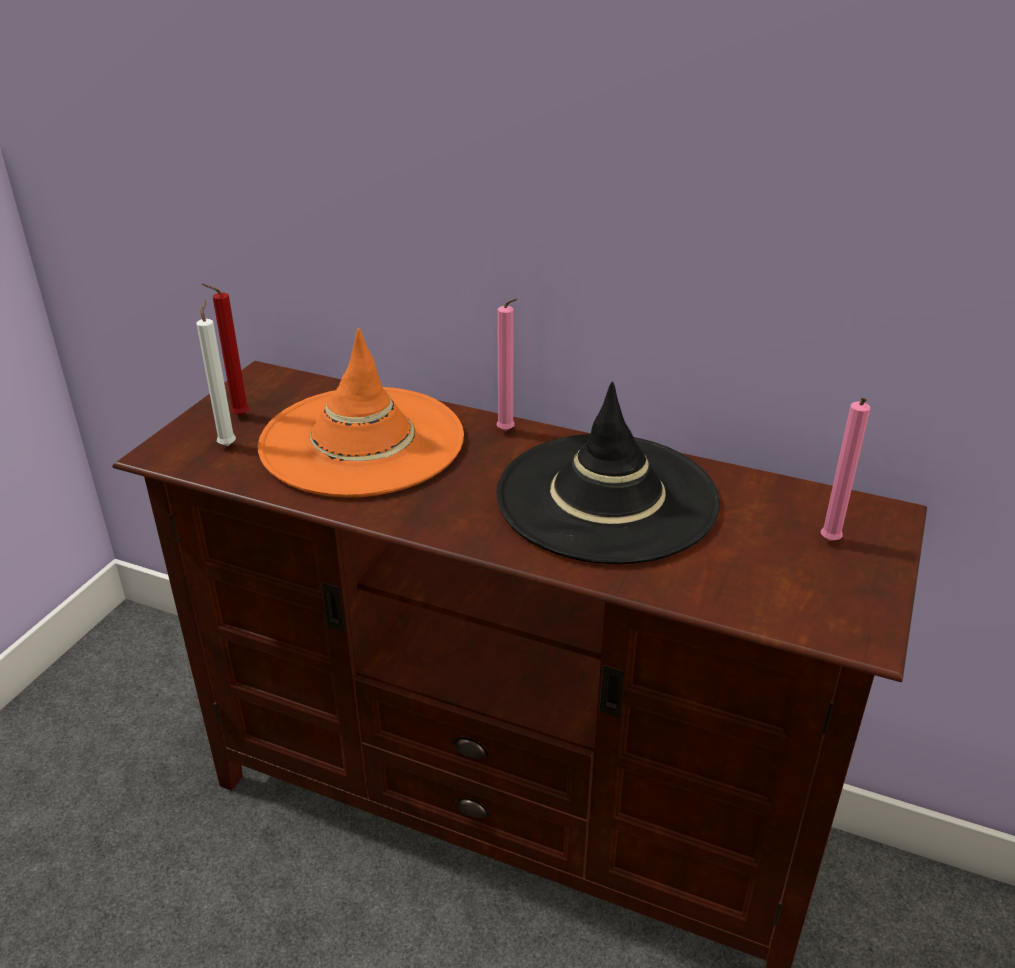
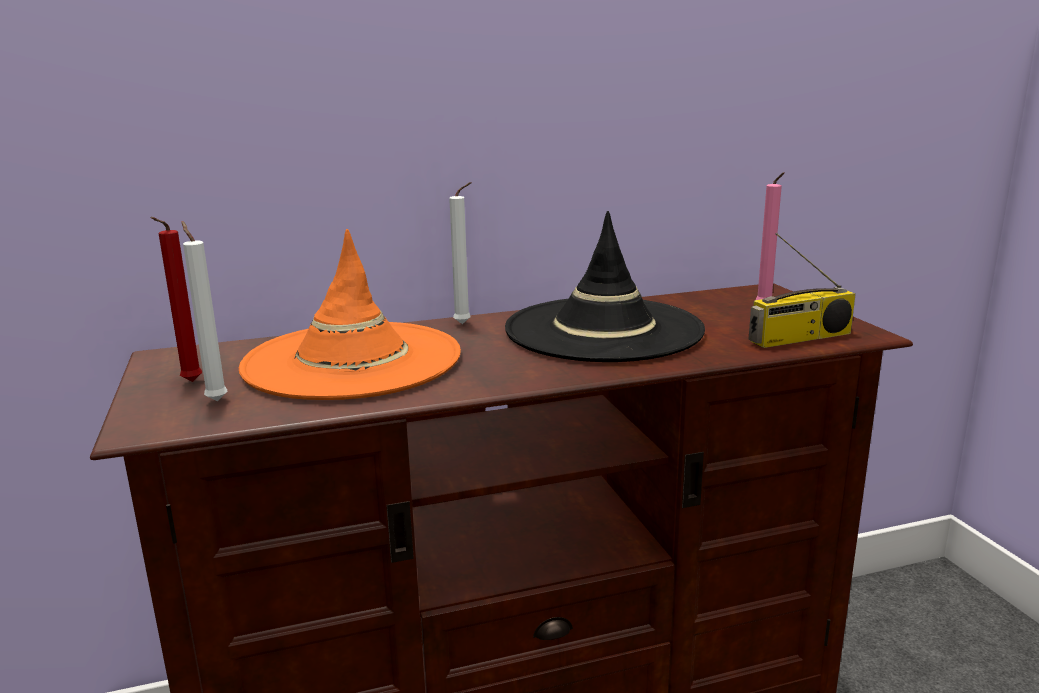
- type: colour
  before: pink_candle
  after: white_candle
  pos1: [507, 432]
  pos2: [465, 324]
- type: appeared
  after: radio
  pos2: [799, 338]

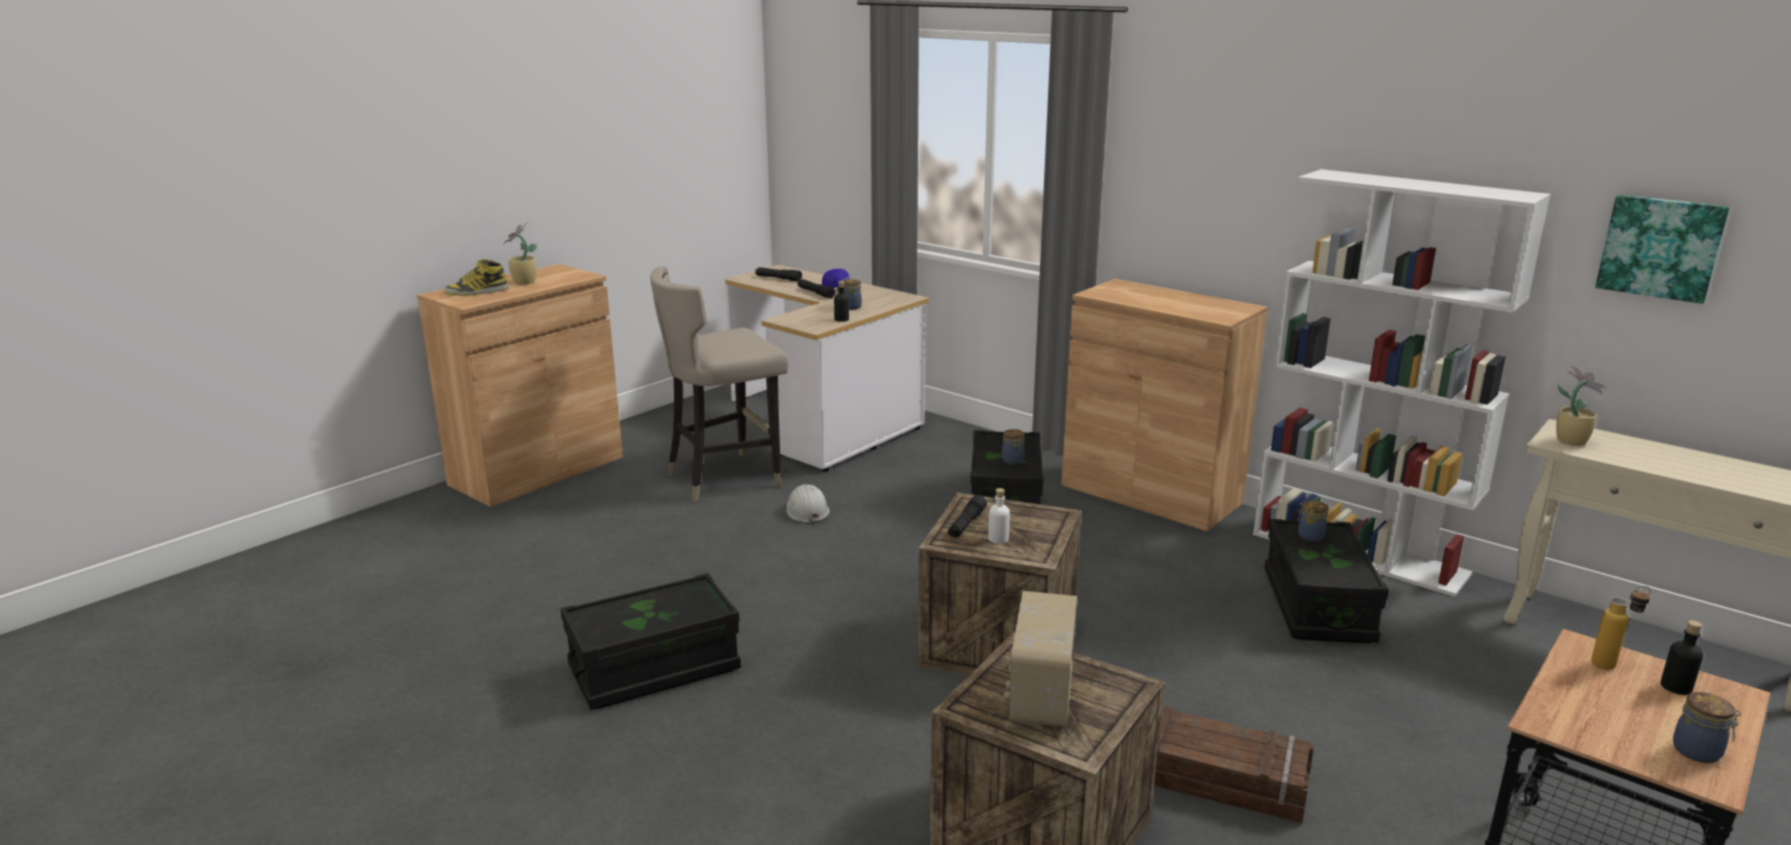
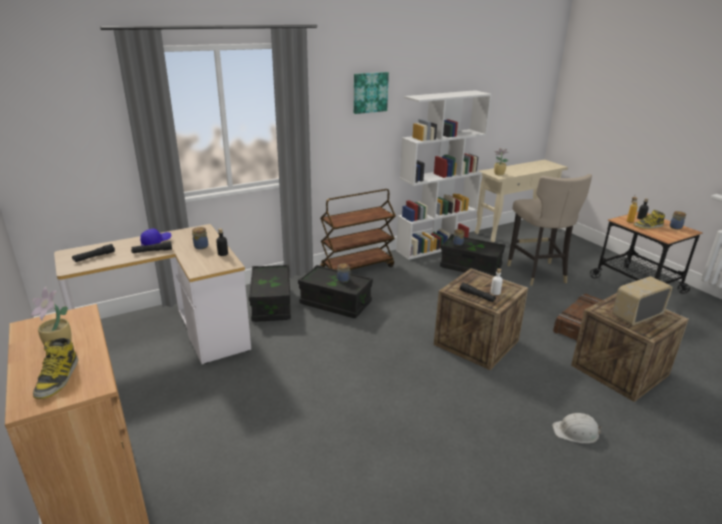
- type: relocated
  before: picture
  pos1: [1661, 247]
  pos2: [370, 92]
- type: relocated
  before: beige_stool
  pos1: [724, 478]
  pos2: [537, 273]
- type: exchanged
  before: brown_cabinet
  after: brown_cart
  pos1: [1151, 494]
  pos2: [357, 267]
- type: relocated
  before: white_hard_hat
  pos1: [806, 510]
  pos2: [576, 432]
- type: relocated
  before: black_storage_box
  pos1: [654, 669]
  pos2: [271, 304]
- type: spun
  before: radio
  pos1: [1039, 695]
  pos2: [636, 316]
  turn: 120
- type: appeared
  after: boot
  pos2: [648, 226]

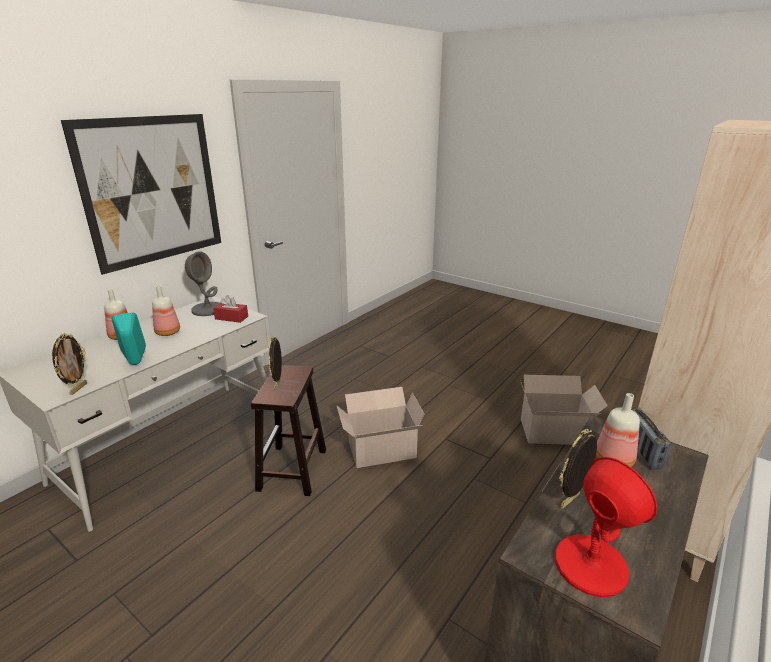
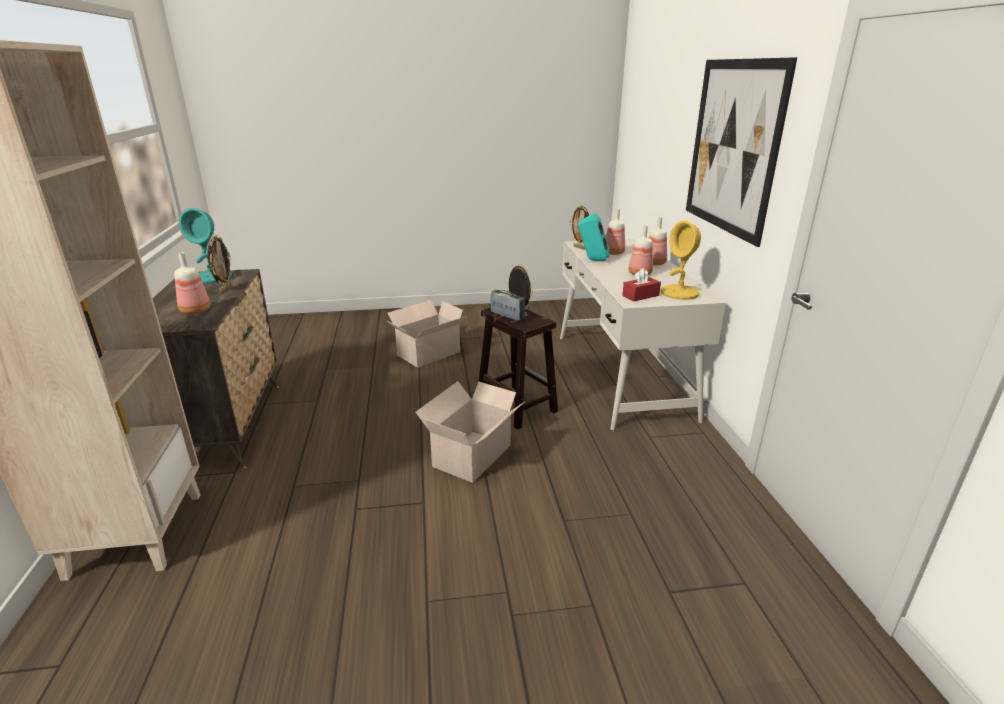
- type: colour
  before: grey_table_lamp
  after: yellow_table_lamp
  pos1: [208, 309]
  pos2: [680, 293]
- type: relocated
  before: cardboard_box
  pos1: [555, 432]
  pos2: [427, 354]
- type: relocated
  before: radio
  pos1: [641, 451]
  pos2: [507, 316]
- type: colour
  before: red_table_lamp
  after: turquoise_table_lamp
  pos1: [590, 565]
  pos2: [212, 277]
- type: appeared
  after: bottle
  pos2: [613, 253]

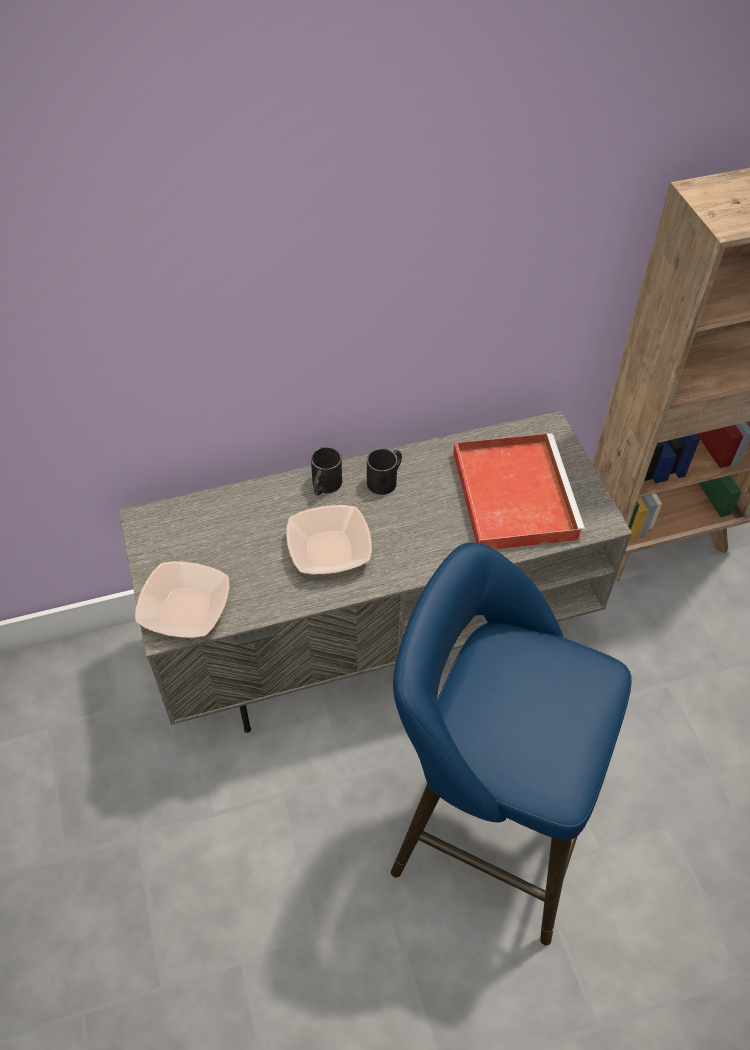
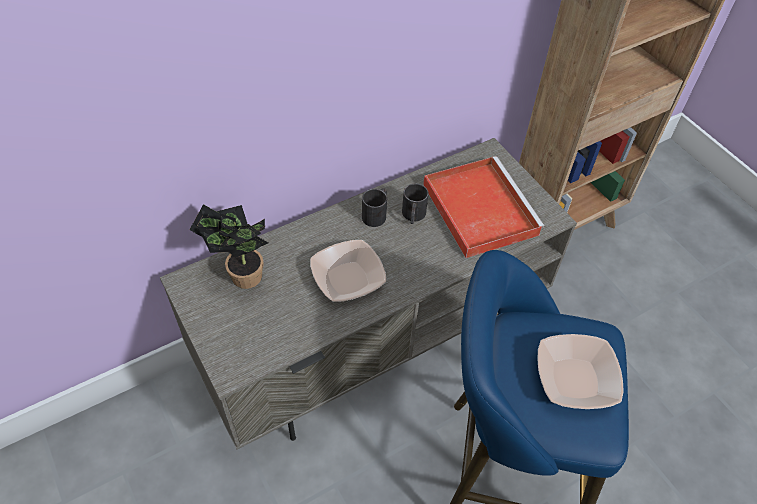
- type: relocated
  before: black_mug
  pos1: [324, 486]
  pos2: [413, 216]
- type: relocated
  before: bowl
  pos1: [185, 609]
  pos2: [575, 379]
- type: appeared
  after: potted_plant
  pos2: [241, 276]

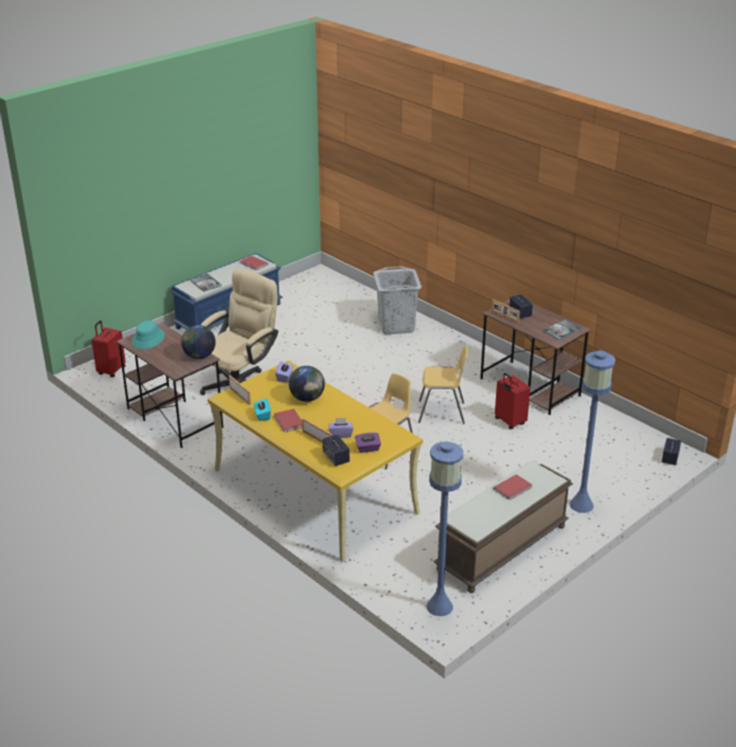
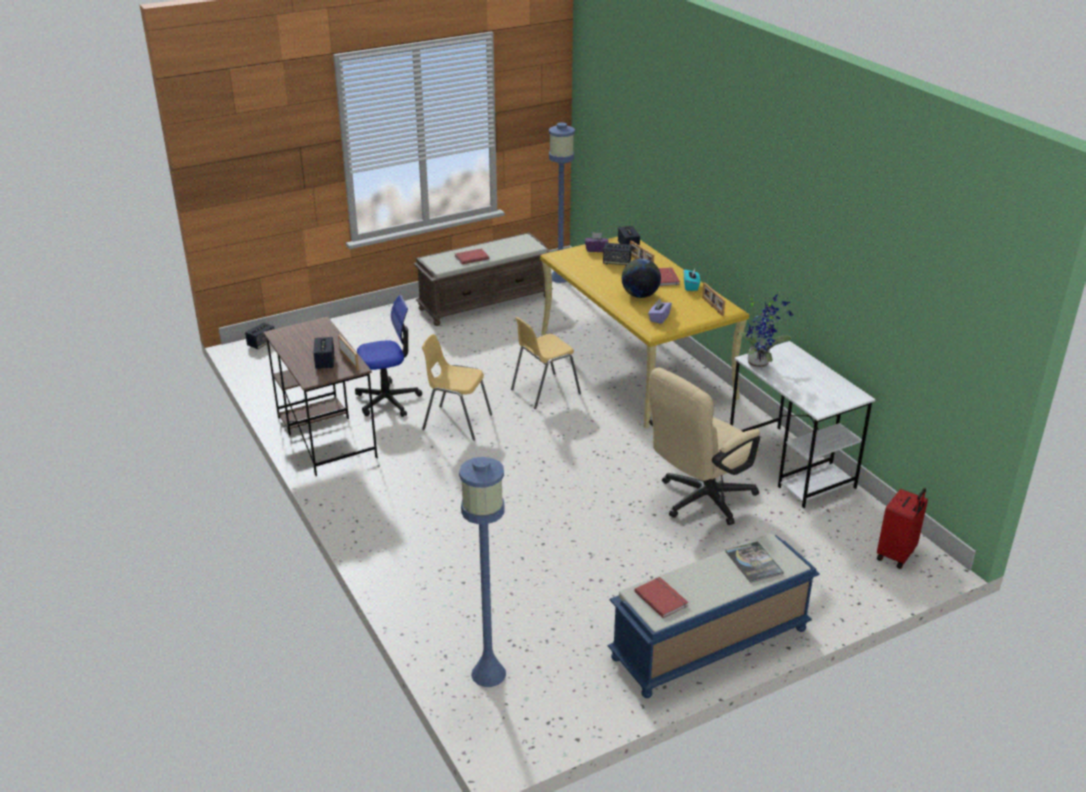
- type: missing
  before: grey_laundry_basket
  pos1: [396, 326]
- type: missing
  before: book
  pos1: [562, 330]
- type: missing
  before: turquoise_hat
  pos1: [148, 339]
- type: colour
  before: brown_desk
  after: white_desk
  pos1: [174, 417]
  pos2: [791, 466]
- type: exchanged
  before: globe
  after: potted_plant
  pos1: [199, 356]
  pos2: [760, 363]
- type: relocated
  before: blue_floor_lamp
  pos1: [581, 505]
  pos2: [489, 674]
- type: exchanged
  before: red_suitcase
  after: office_chair
  pos1: [509, 422]
  pos2: [388, 400]
- type: exchanged
  before: purple_tissue_box
  after: speaker
  pos1: [341, 434]
  pos2: [617, 262]

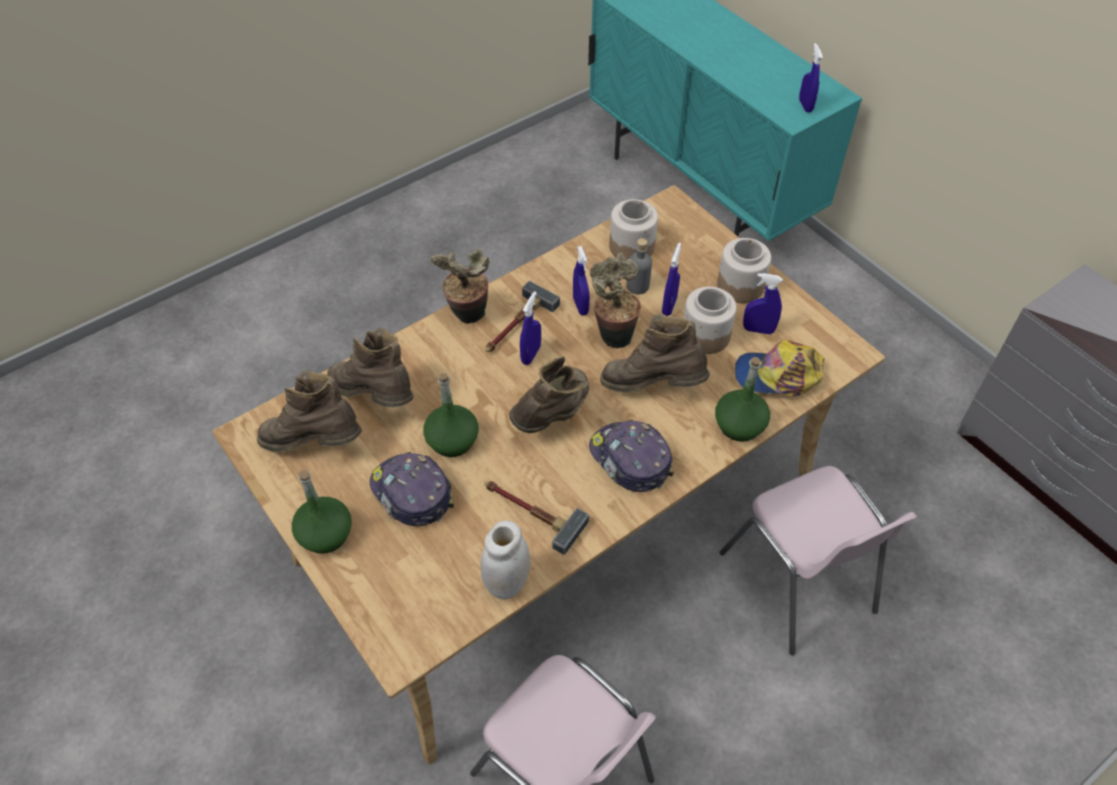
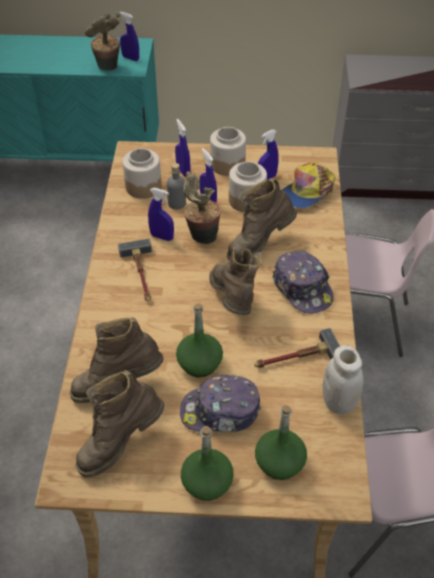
- type: relocated
  before: potted_plant
  pos1: [467, 316]
  pos2: [108, 68]
- type: relocated
  before: blue_spray_bottle
  pos1: [531, 354]
  pos2: [183, 171]
- type: relocated
  before: green_bottle
  pos1: [740, 425]
  pos2: [279, 462]
- type: spun
  before: cap
  pos1: [629, 460]
  pos2: [302, 288]
  turn: -120

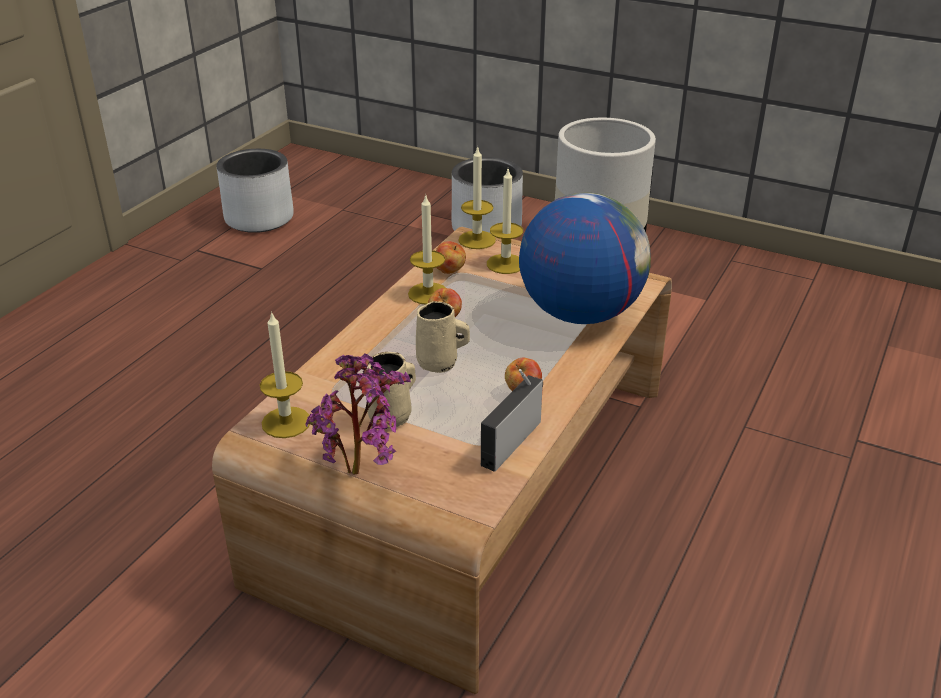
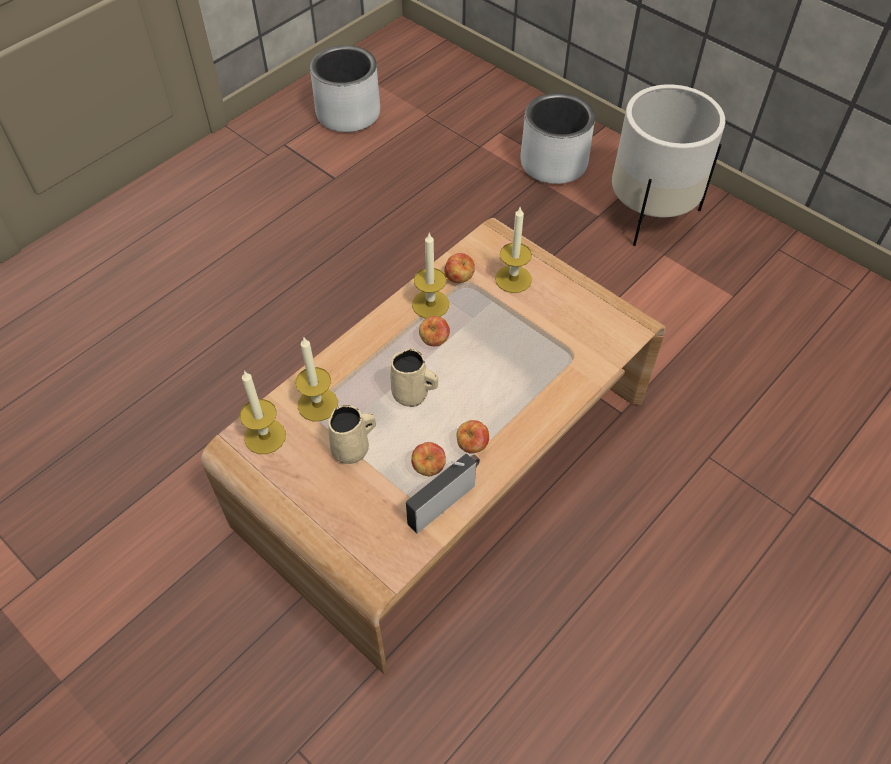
- type: relocated
  before: candle
  pos1: [477, 240]
  pos2: [318, 404]
- type: missing
  before: globe
  pos1: [580, 313]
- type: missing
  before: potted_plant
  pos1: [363, 471]
- type: appeared
  after: apple
  pos2: [428, 467]

